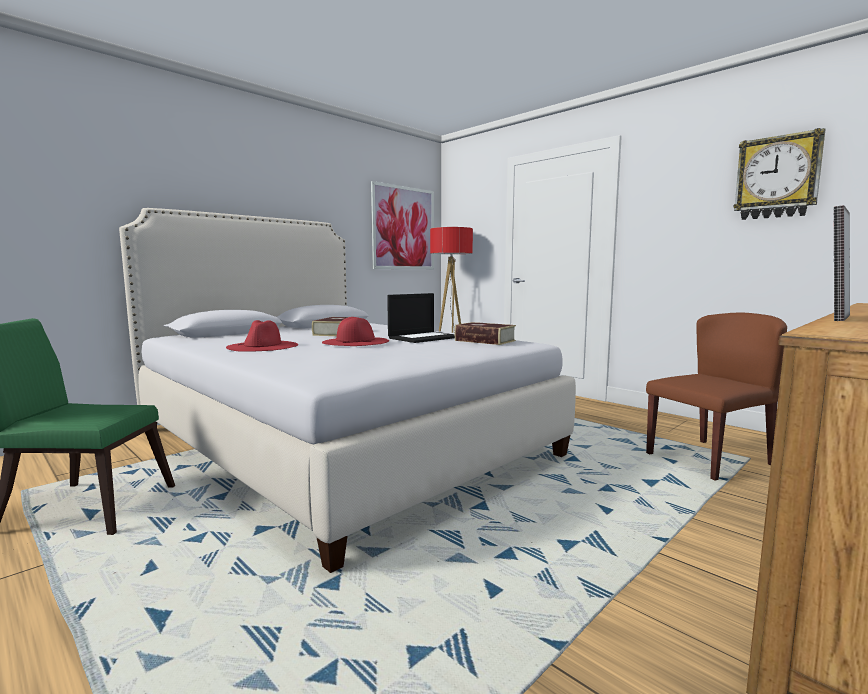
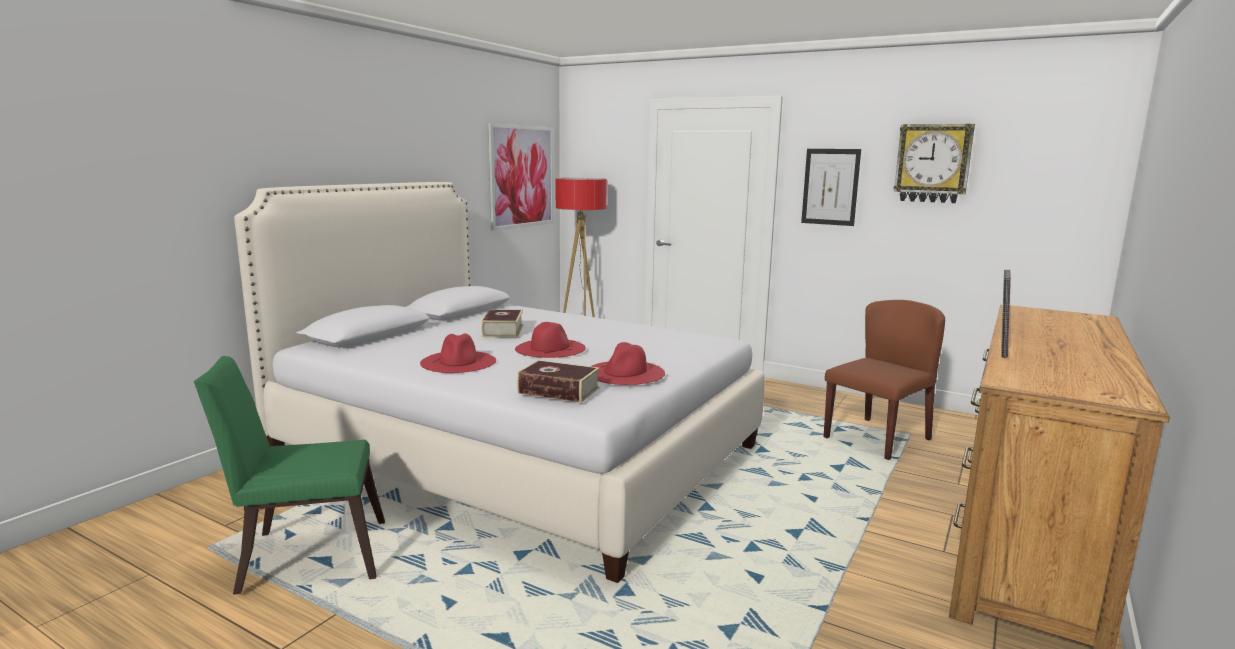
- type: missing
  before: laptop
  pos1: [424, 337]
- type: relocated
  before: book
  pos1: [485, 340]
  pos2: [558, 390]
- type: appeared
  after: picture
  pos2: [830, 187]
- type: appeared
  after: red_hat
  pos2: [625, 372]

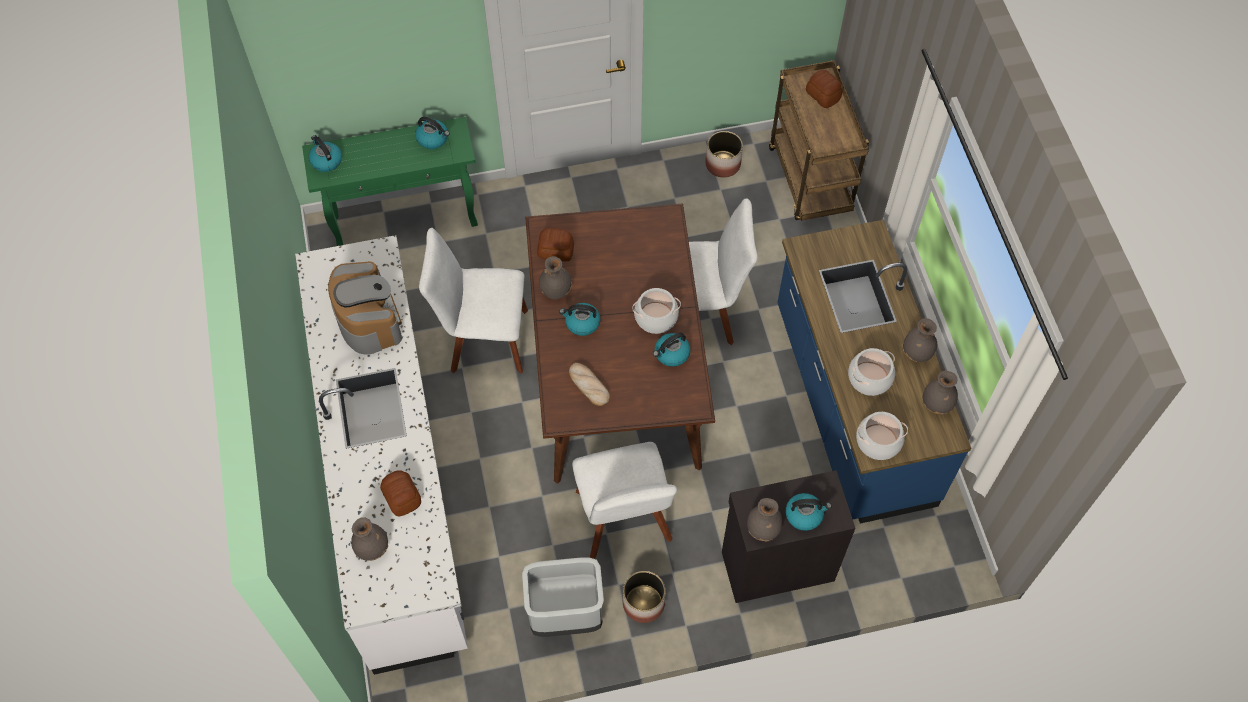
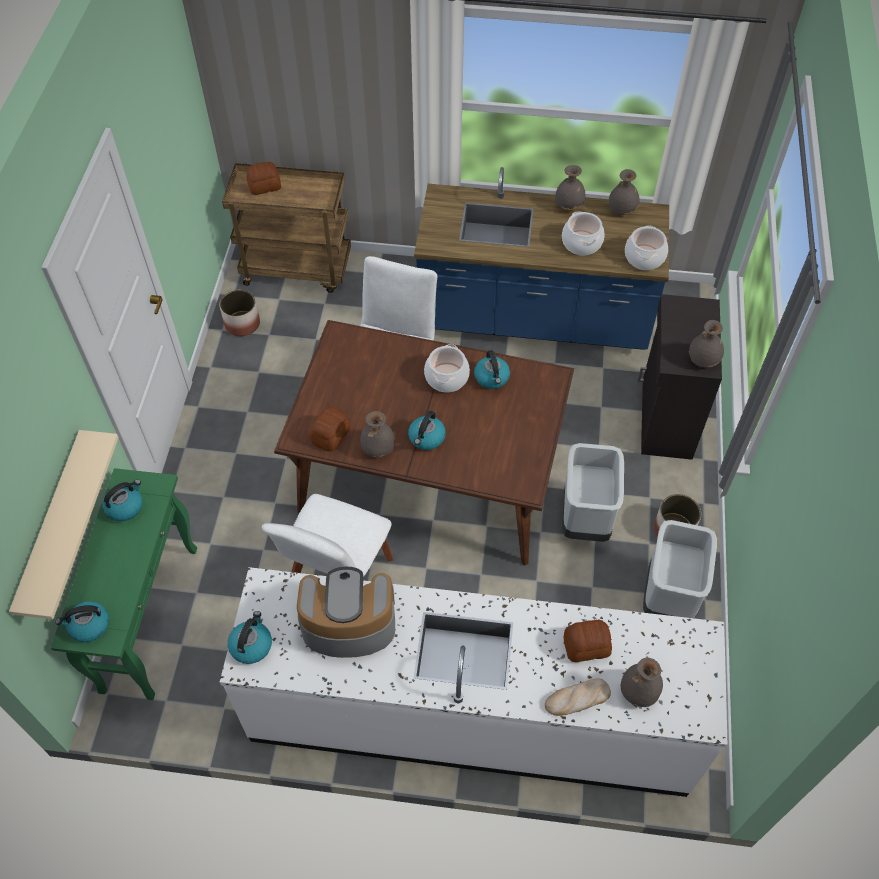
- type: relocated
  before: bread
  pos1: [588, 385]
  pos2: [577, 699]
- type: exchanged
  before: white_chair
  after: grey_trash_can
  pos1: [624, 521]
  pos2: [586, 519]
- type: relocated
  before: kettle
  pos1: [804, 515]
  pos2: [251, 645]
- type: appeared
  after: beige_shelf
  pos2: [53, 527]

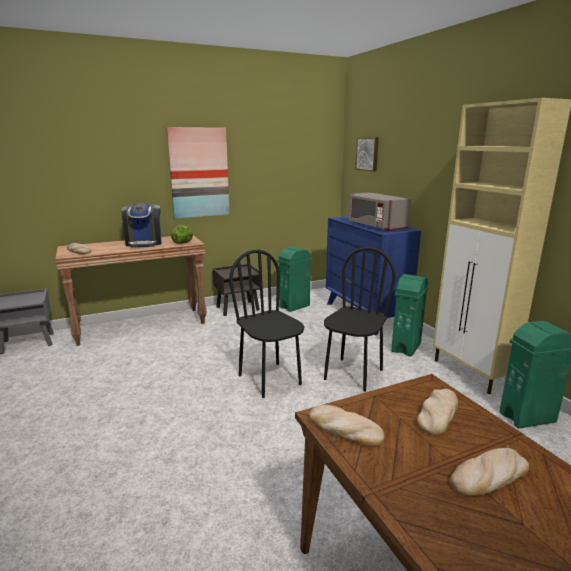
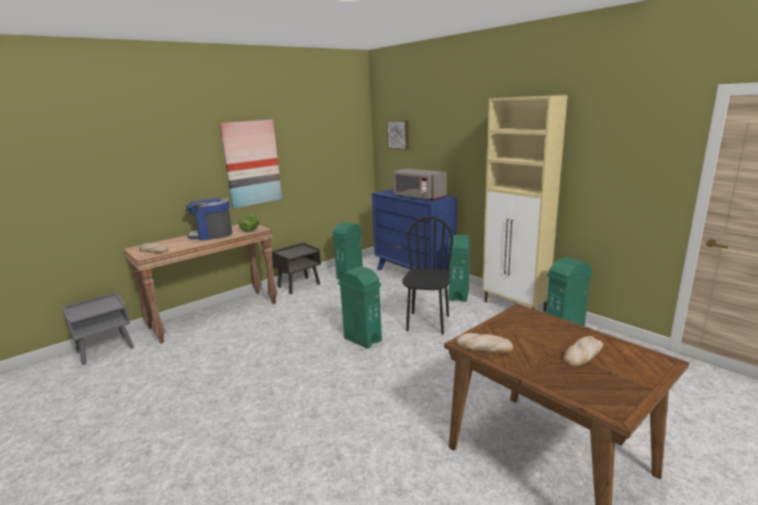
- type: spun
  before: coffee_machine
  pos1: [144, 243]
  pos2: [212, 235]
  turn: 105
- type: exchanged
  before: black_chair
  after: green_trash_can
  pos1: [270, 379]
  pos2: [362, 339]
- type: missing
  before: bread
  pos1: [437, 413]

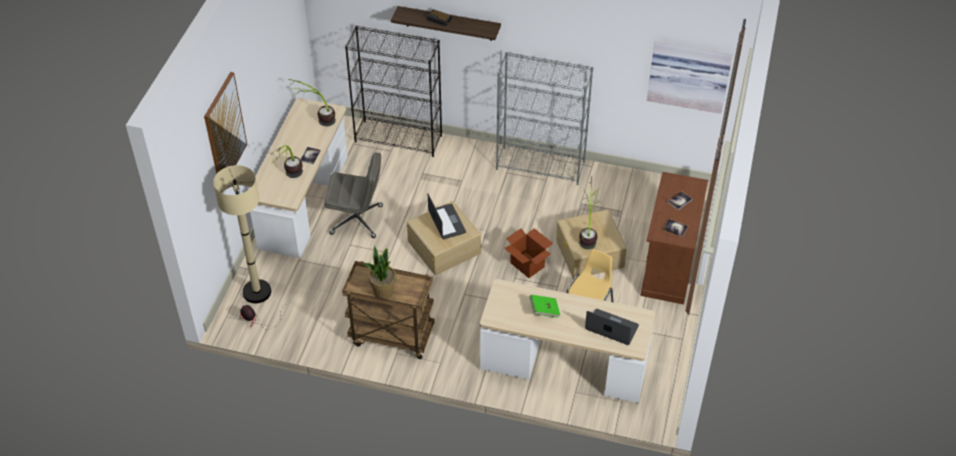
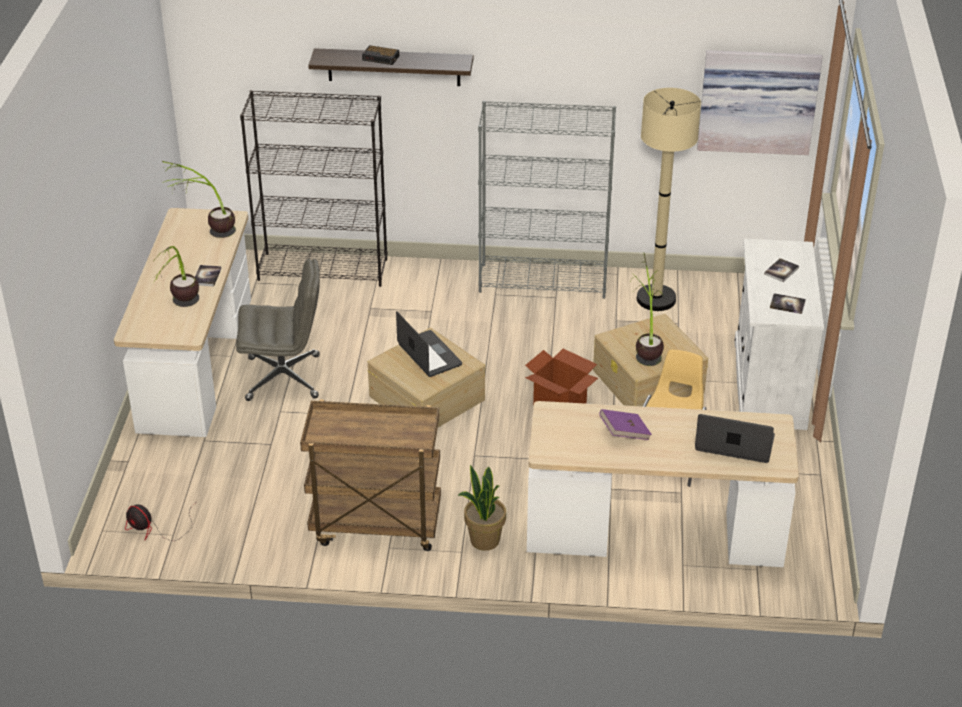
- type: missing
  before: picture
  pos1: [224, 130]
- type: relocated
  before: beige_floor_lamp
  pos1: [257, 292]
  pos2: [656, 299]
- type: colour
  before: brown_cabinet
  after: white_cabinet
  pos1: [668, 265]
  pos2: [769, 383]
- type: relocated
  before: potted_plant
  pos1: [383, 292]
  pos2: [484, 540]
- type: colour
  before: green_book
  after: purple_book
  pos1: [544, 310]
  pos2: [624, 433]

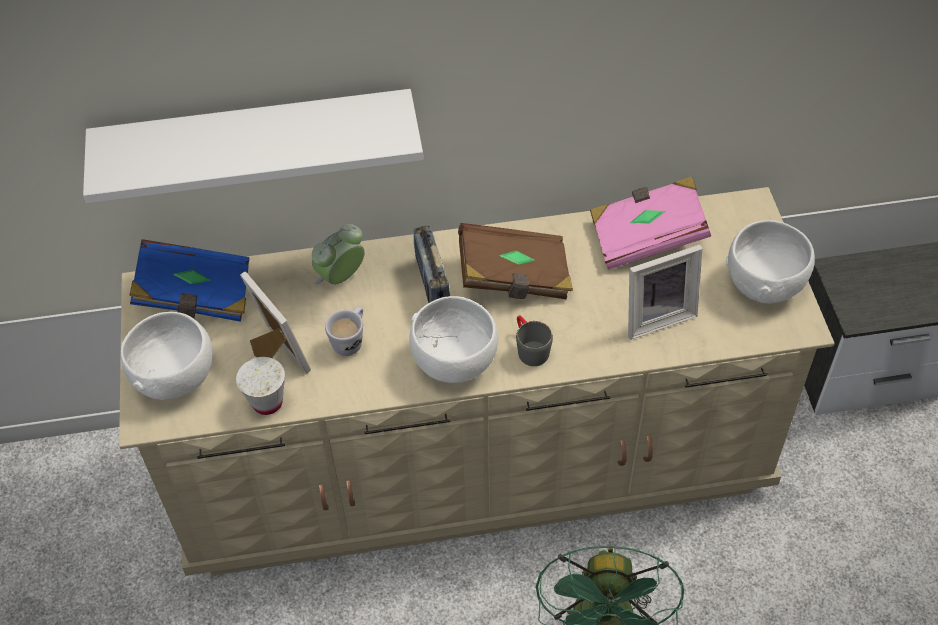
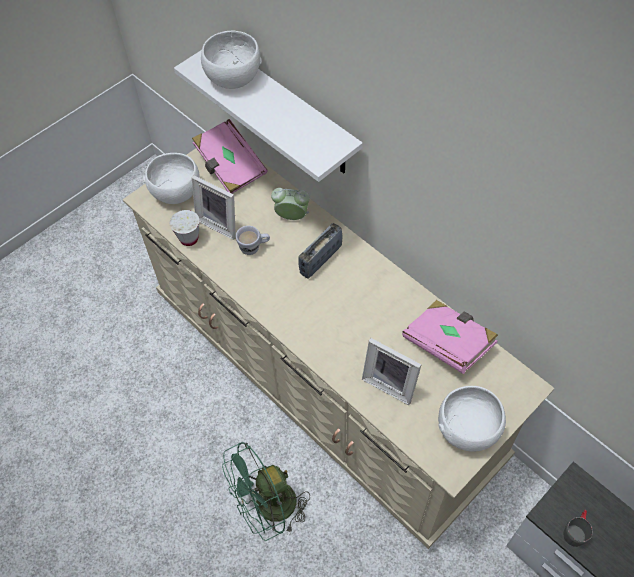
- type: missing
  before: brown_book
  pos1: [514, 278]
- type: colour
  before: blue_book
  after: pink_book
  pos1: [196, 297]
  pos2: [230, 167]
- type: spun
  before: picture_frame
  pos1: [276, 355]
  pos2: [220, 223]
  turn: 105
- type: relocated
  before: white_bowl
  pos1: [454, 362]
  pos2: [233, 78]
- type: relocated
  before: grey_mug
  pos1: [529, 348]
  pos2: [575, 530]

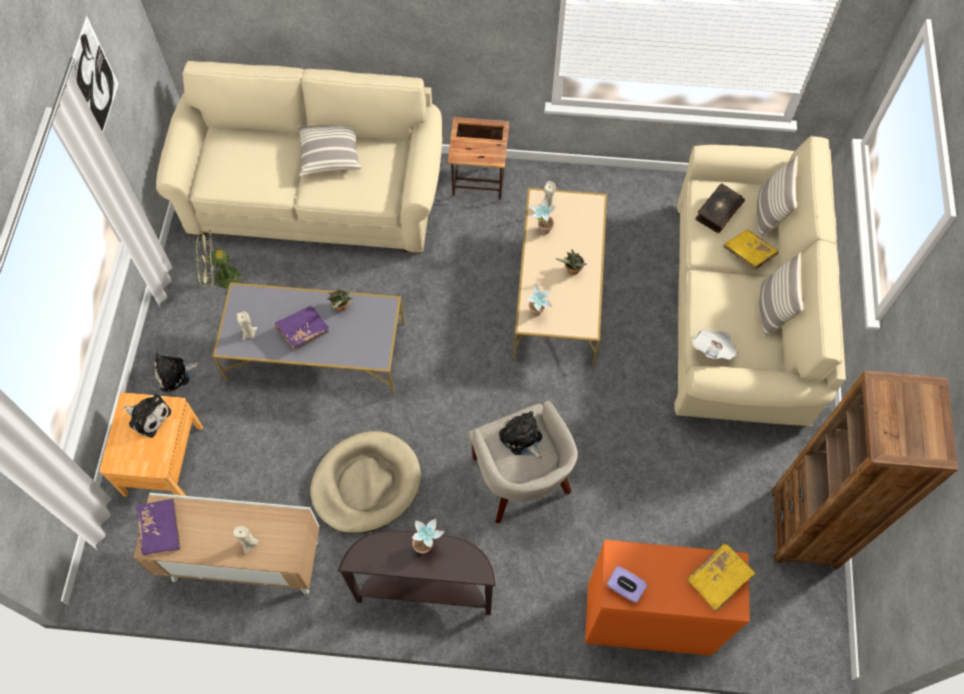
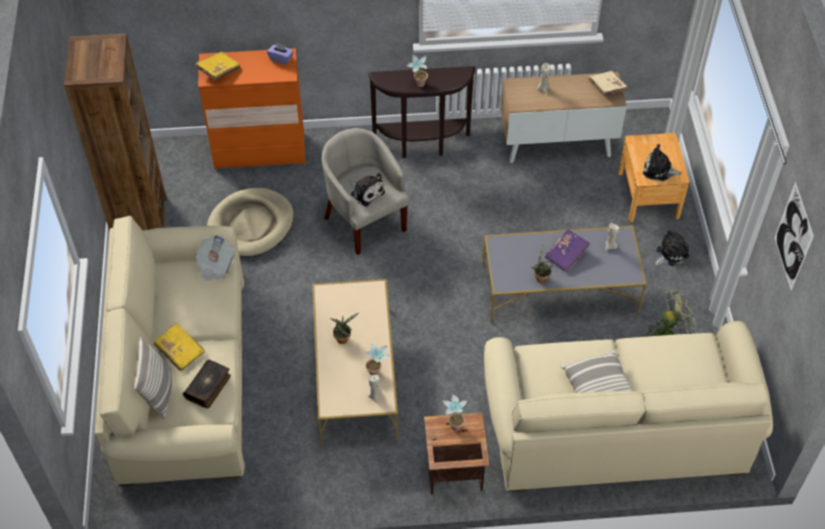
- type: missing
  before: pillow
  pos1: [771, 310]
- type: relocated
  before: potted_plant
  pos1: [537, 315]
  pos2: [454, 424]
- type: relocated
  before: beige_dog_bed
  pos1: [366, 484]
  pos2: [251, 225]
- type: colour
  before: purple_book
  after: beige_book
  pos1: [161, 529]
  pos2: [607, 88]

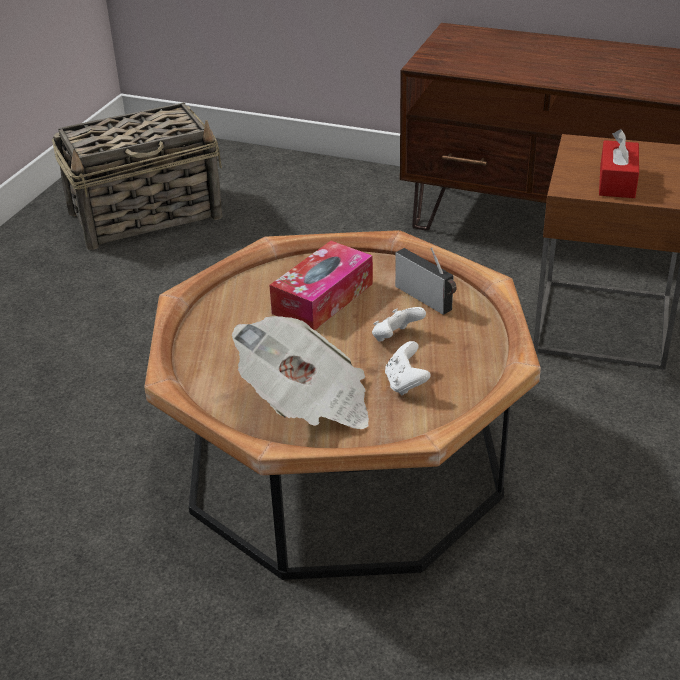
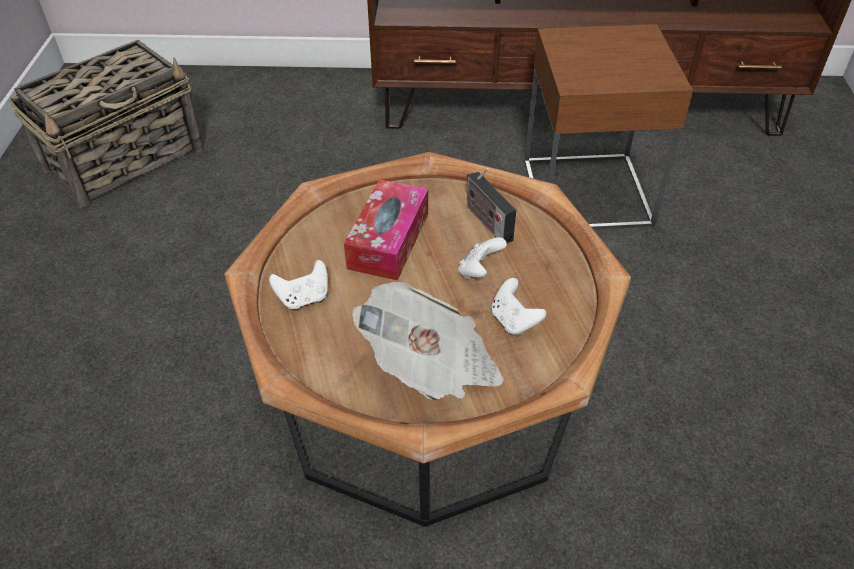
- type: missing
  before: red_tissue_box
  pos1: [617, 181]
- type: spun
  before: radio
  pos1: [426, 299]
  pos2: [486, 221]
  turn: -150
- type: appeared
  after: white_game_controller
  pos2: [303, 298]

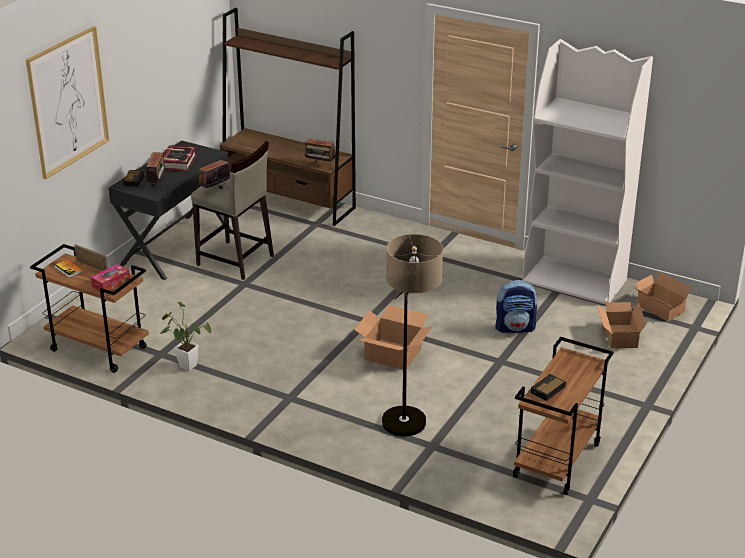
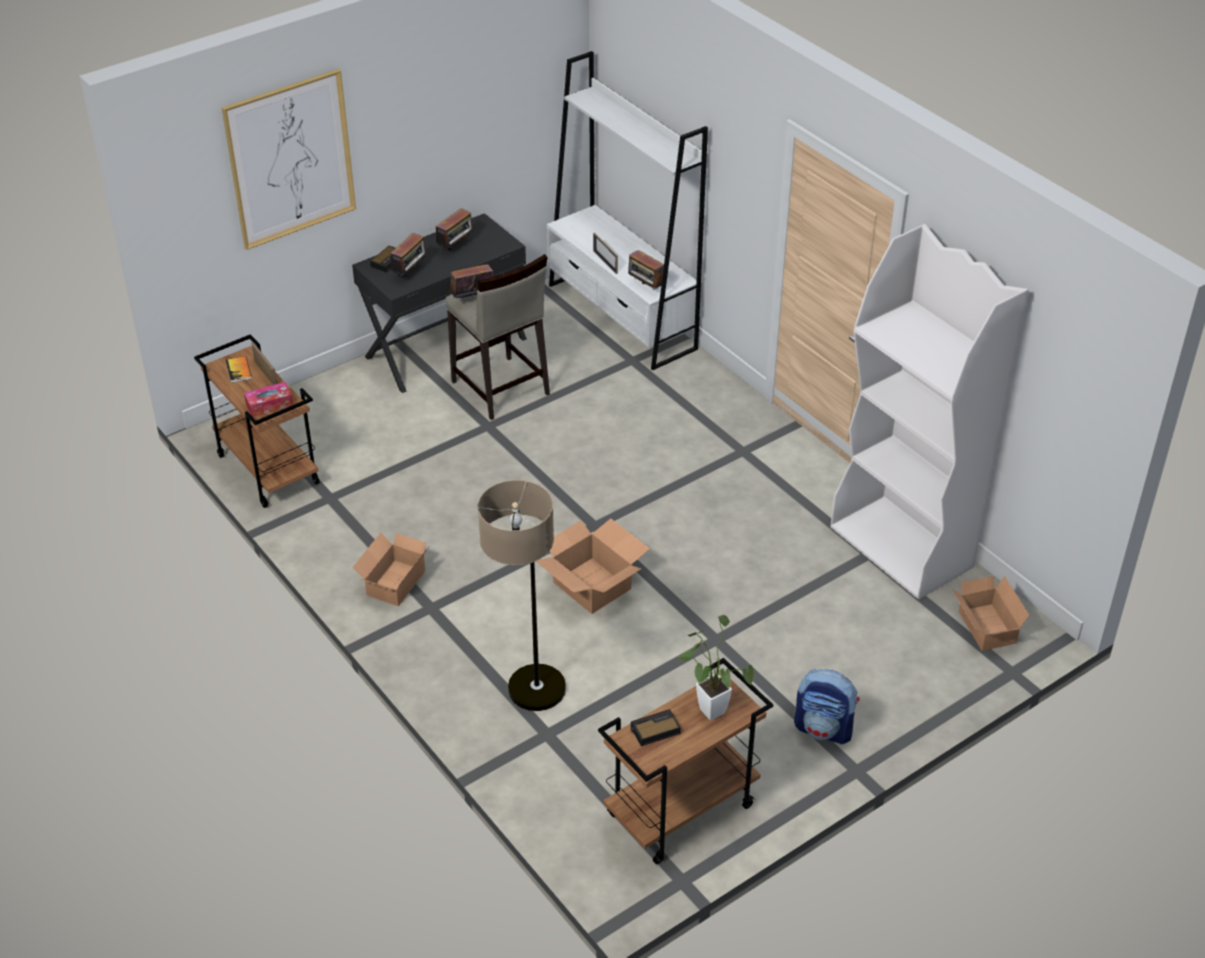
- type: colour
  before: brown_bookcase
  after: white_bookcase
  pos1: [288, 202]
  pos2: [622, 317]
- type: exchanged
  before: book
  after: radio
  pos1: [178, 162]
  pos2: [456, 247]
- type: relocated
  before: backpack
  pos1: [515, 328]
  pos2: [824, 729]
- type: relocated
  before: potted_plant
  pos1: [185, 365]
  pos2: [709, 707]
- type: relocated
  before: cardboard_box
  pos1: [619, 337]
  pos2: [393, 583]
- type: appeared
  after: picture_frame
  pos2: [605, 262]

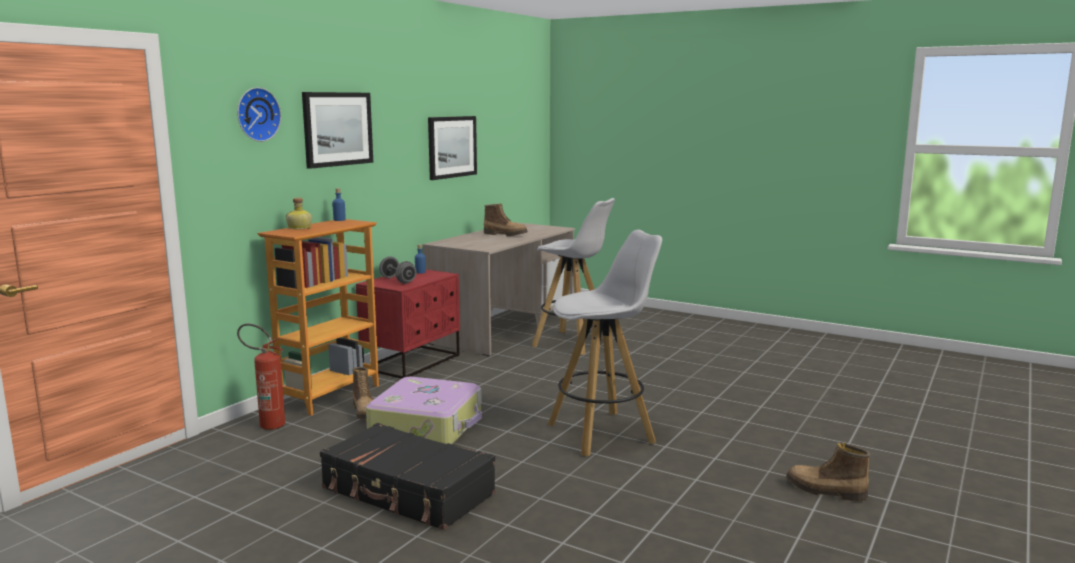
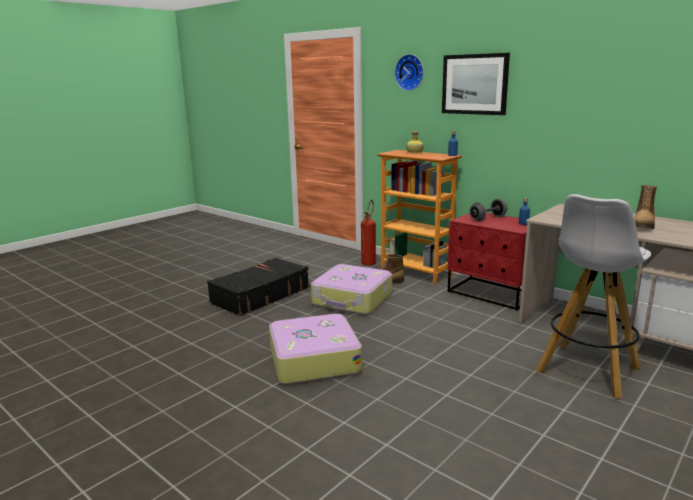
- type: missing
  before: picture
  pos1: [452, 147]
- type: exchanged
  before: white_stool
  after: suitcase
  pos1: [602, 433]
  pos2: [313, 360]
- type: missing
  before: boot
  pos1: [825, 491]

